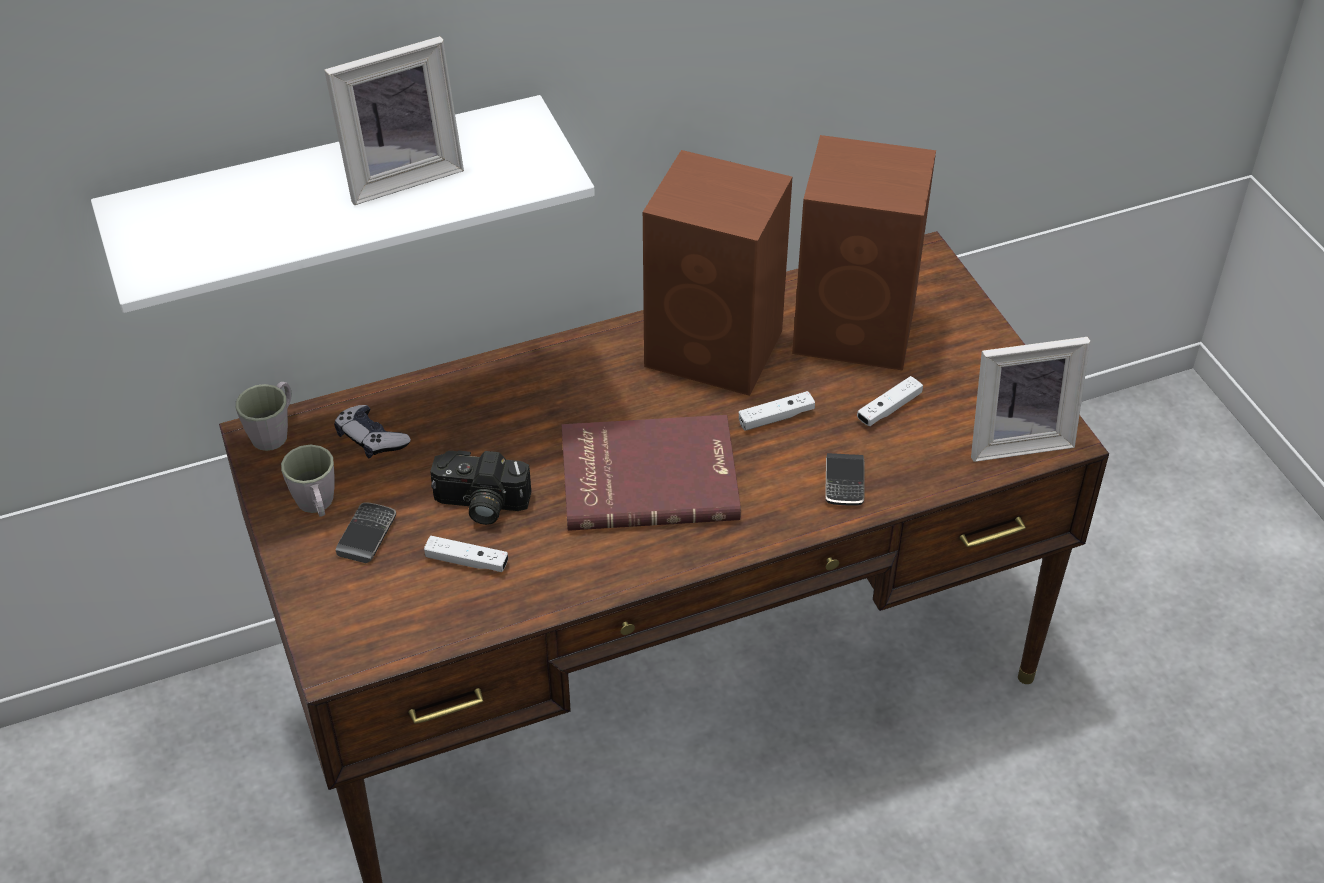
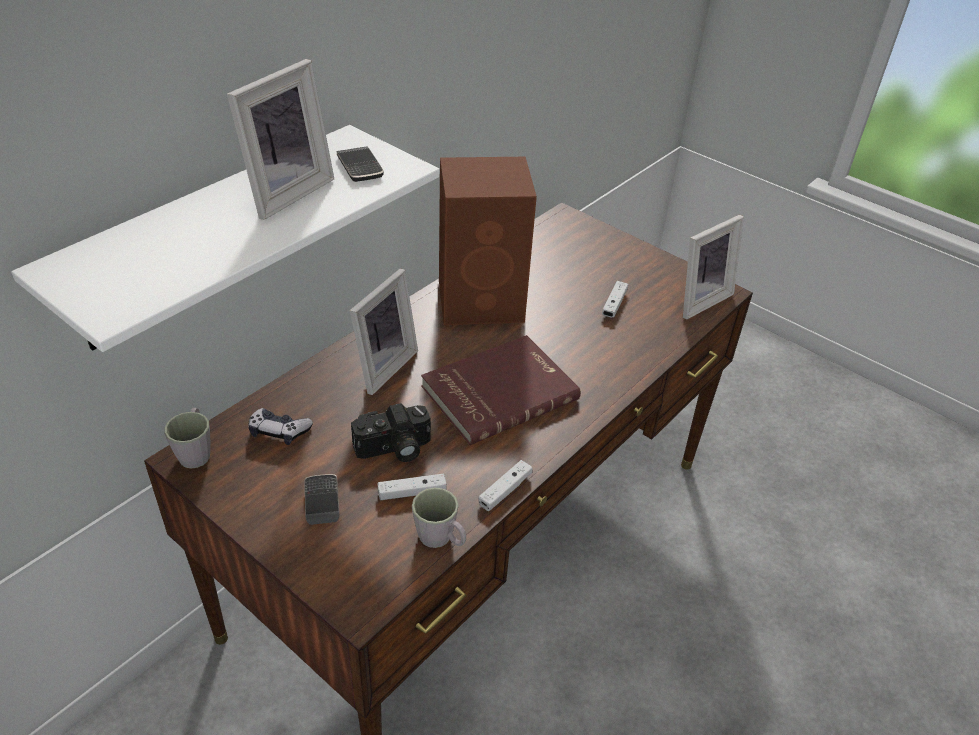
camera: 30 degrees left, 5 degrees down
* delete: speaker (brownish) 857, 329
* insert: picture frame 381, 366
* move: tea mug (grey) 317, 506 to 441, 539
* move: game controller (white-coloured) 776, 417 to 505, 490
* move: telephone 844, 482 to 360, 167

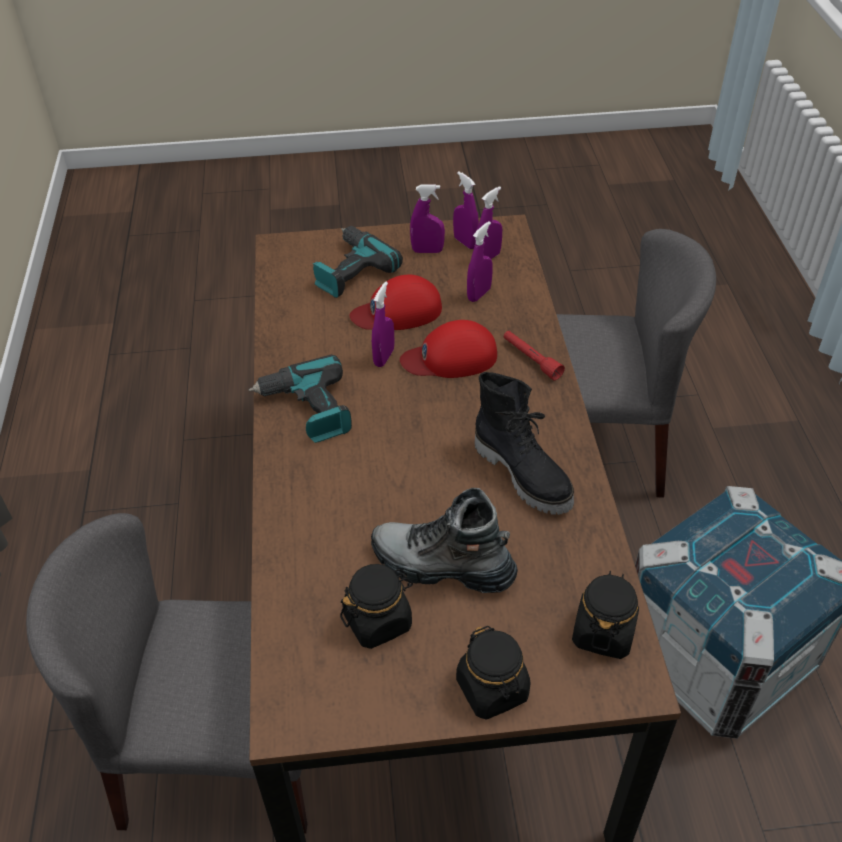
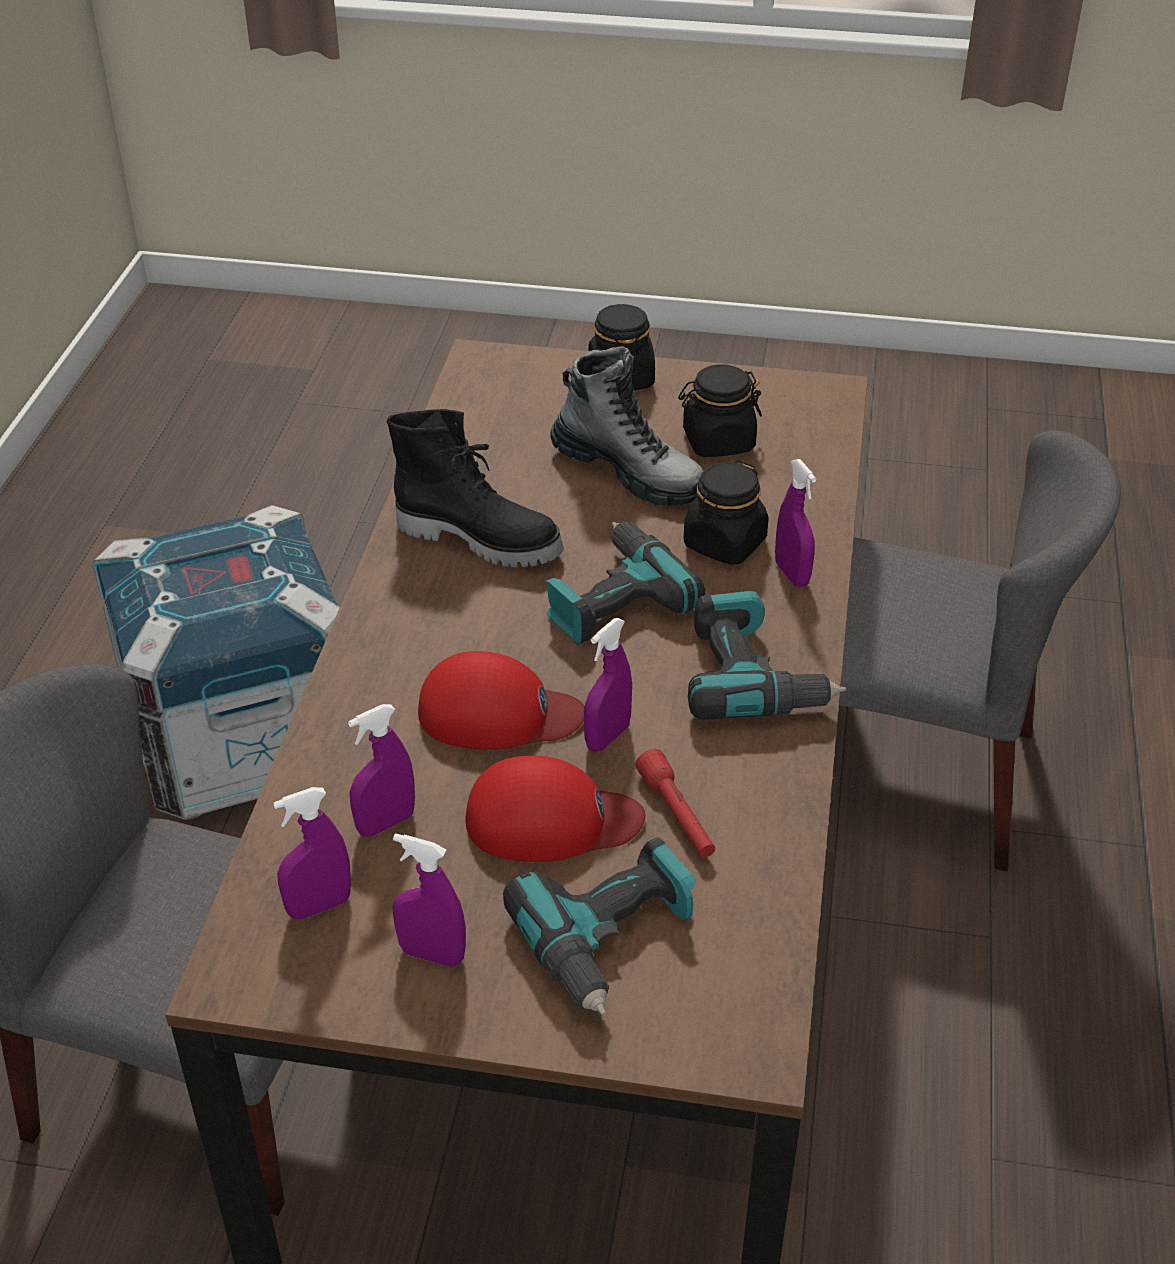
camera: 165 degrees left, 5 degrees down
* insert: drill 612, 598
* move: hand sprayer (purple-coloured) 465, 242 to 792, 574
* move: flashlight (reddish) 531, 359 to 677, 815
* move: storage jar (blackish) 603, 632 to 724, 543
* rotate: high-top boot (blackish) 524, 474 = 480, 538 135 degrees clockwise

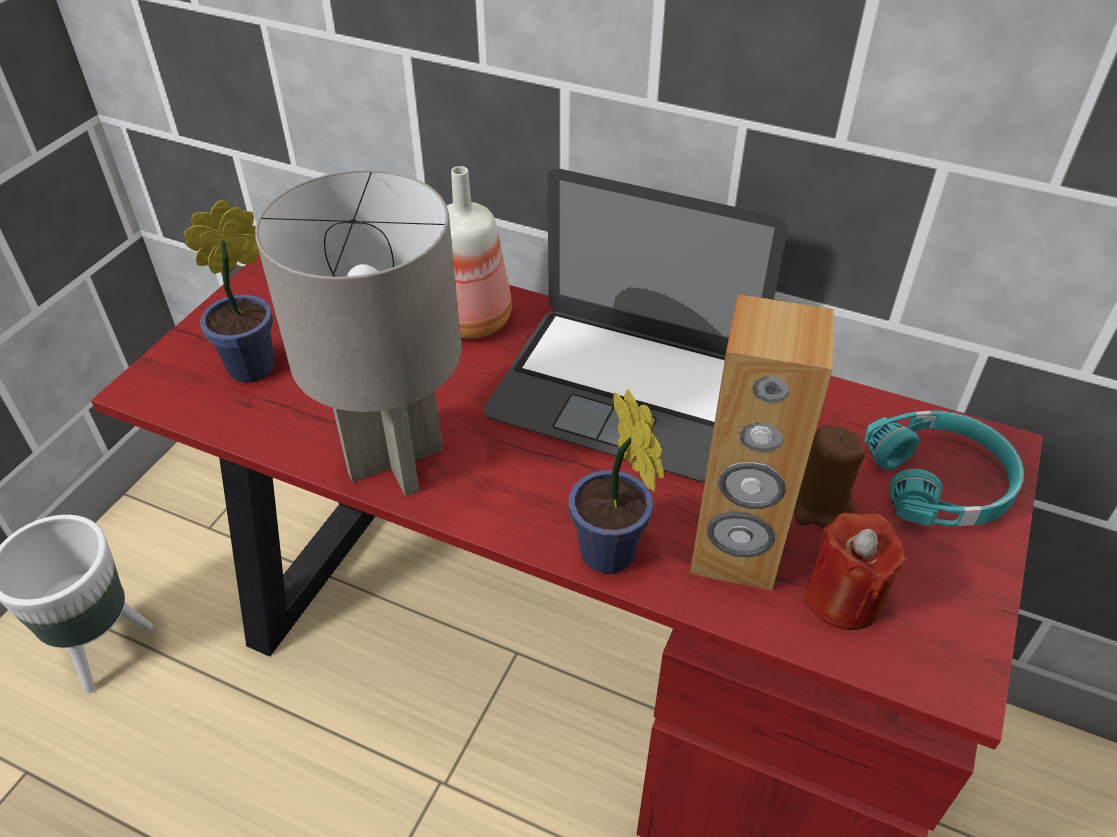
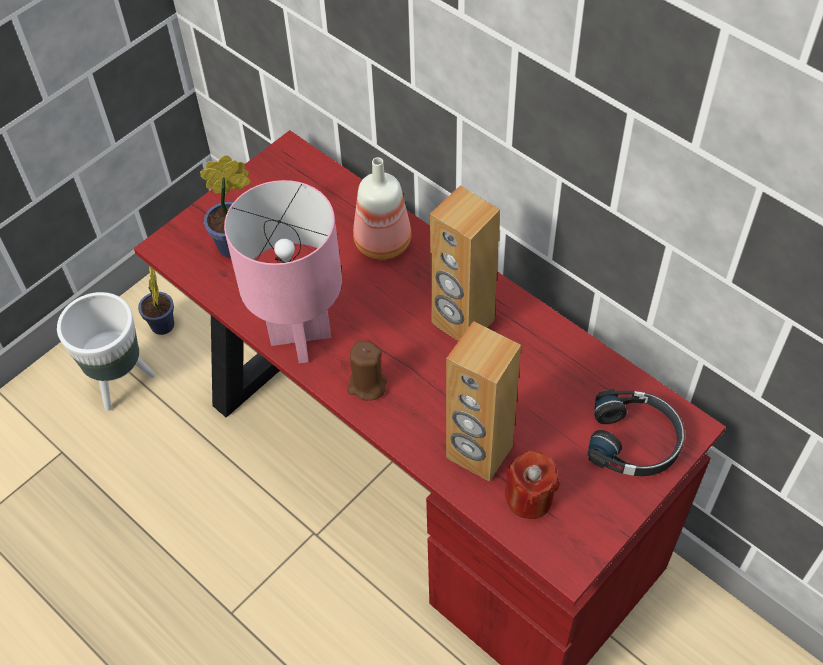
camera: 20 degrees right, 10 degrees up
* move: potted plant 611, 558 to 162, 328
* move: wax light (brownish) 819, 507 to 367, 385
* replace: portable computer 625, 390 to speaker (brownish) 462, 322
* recolor: tabletop lamp (grey) 396, 460 to tabletop lamp (pink-coloured) 301, 337
* recolor: headphones (turquoise) 941, 481 to headphones (blackish) 635, 441

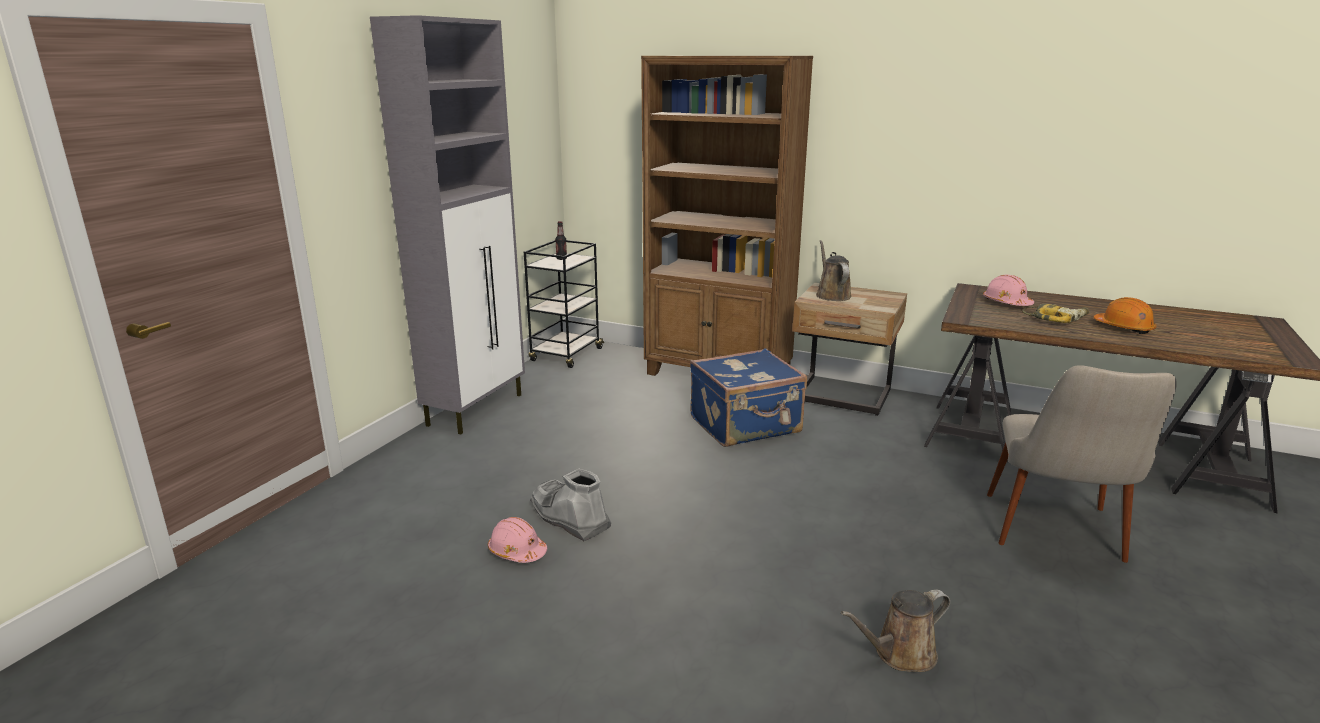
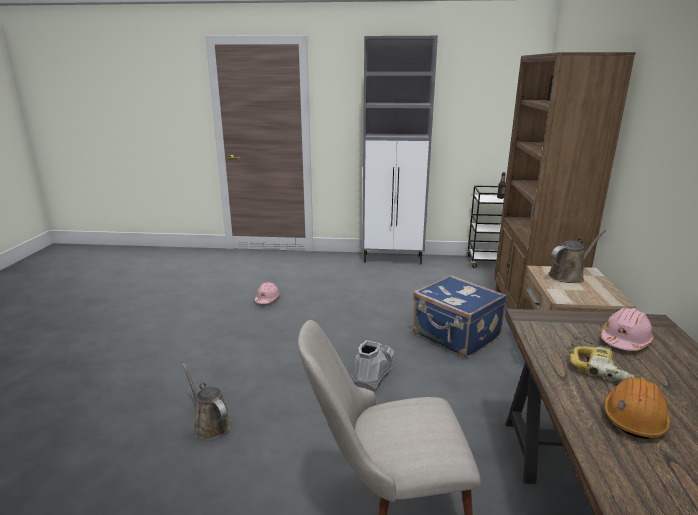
camera: 70 degrees right, 0 degrees up
* move: high-top boot (grey) 569, 518 to 373, 372

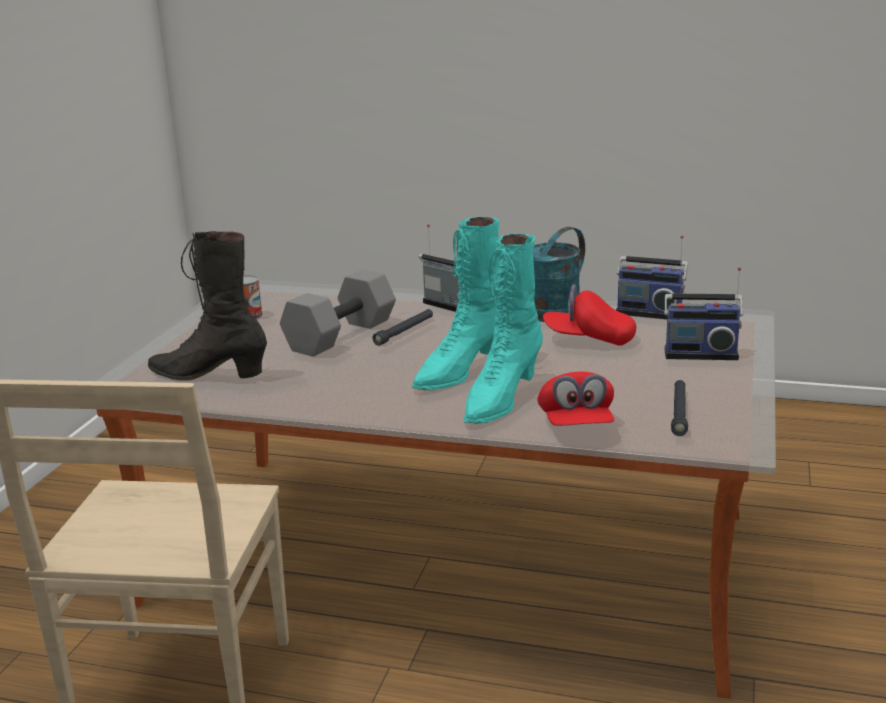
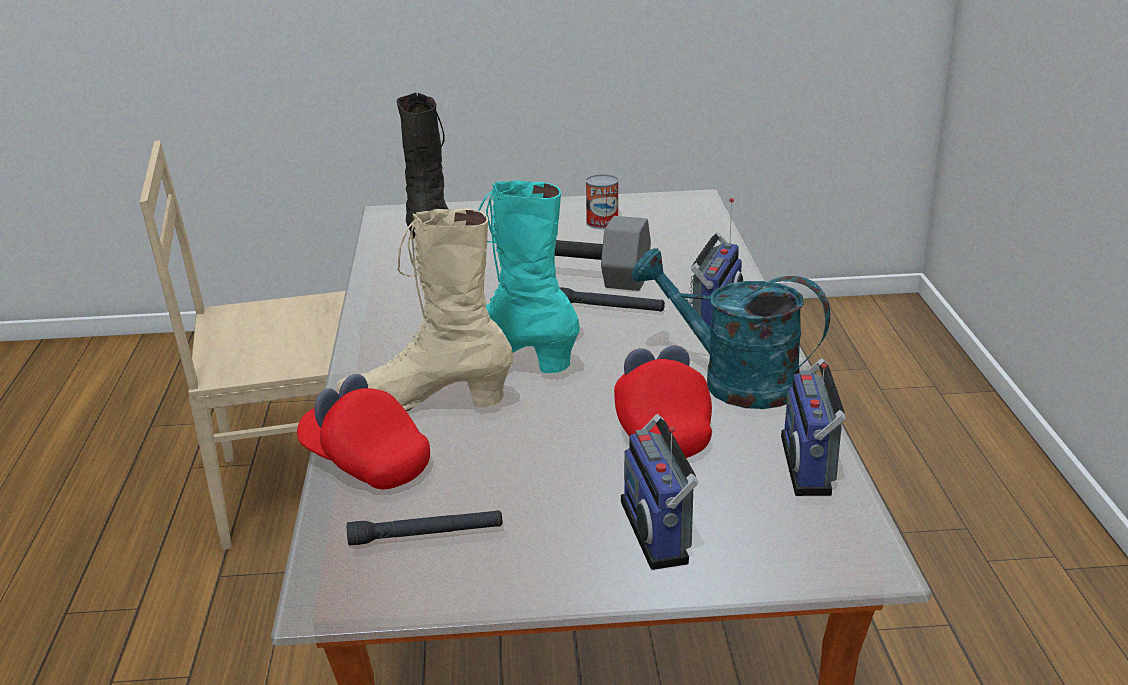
camera: 70 degrees right, 5 degrees up
* recolor: high-top boot (turquoise) 501, 399 to high-top boot (sand-coloured) 426, 403
* rotate: peaked cap (reddish) 576, 425 = 365, 463 60 degrees clockwise

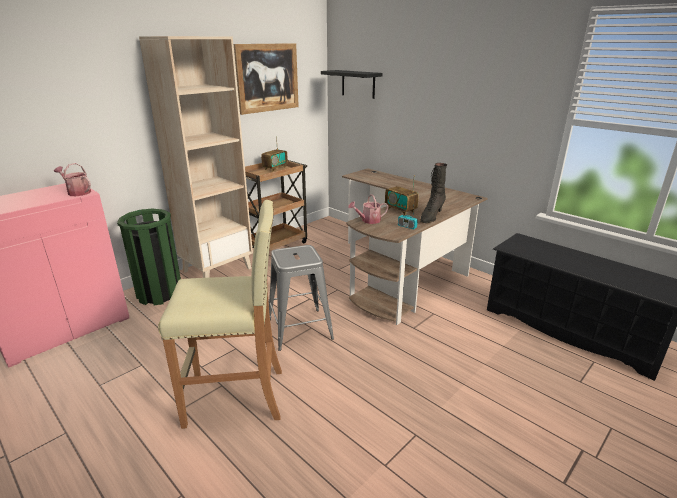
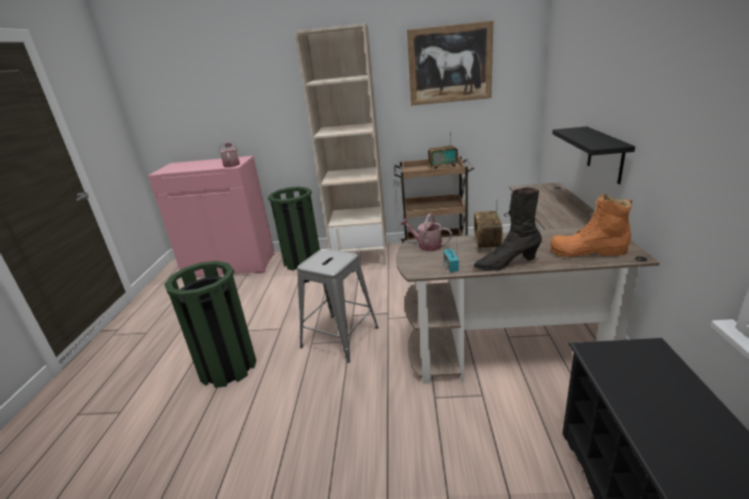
camera: 50 degrees right, 0 degrees up
* insert: high-top boot (orange) 588, 251
* move: wall shelf (blackish) 358, 84 to 606, 154
* replace: sitting stool (sand-coloured) 236, 397 to trash can (green) 228, 367

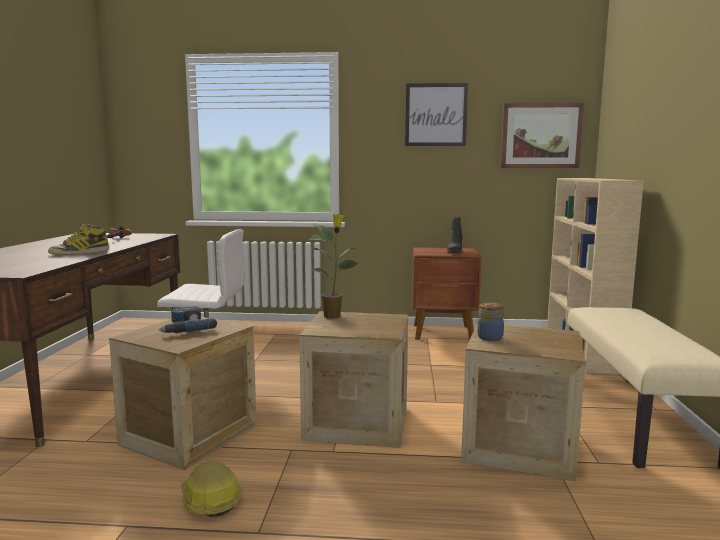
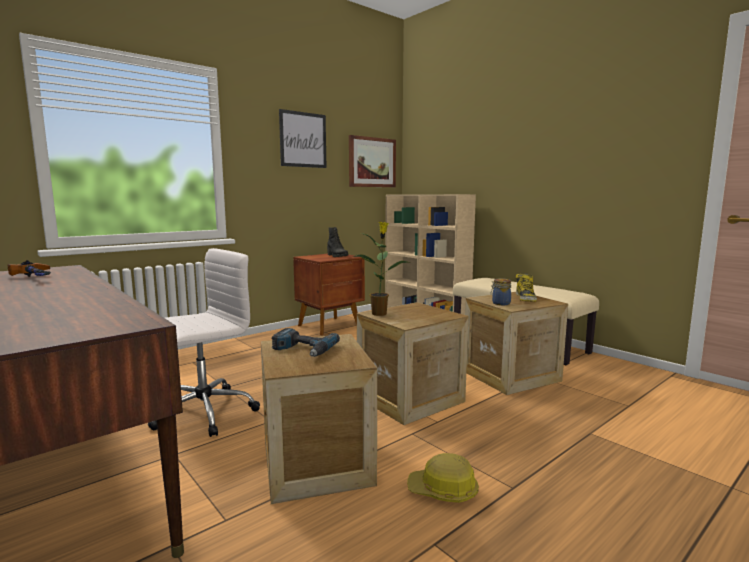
camera: 45 degrees left, 0 degrees up
* move: high-top boot 80, 253 to 525, 298

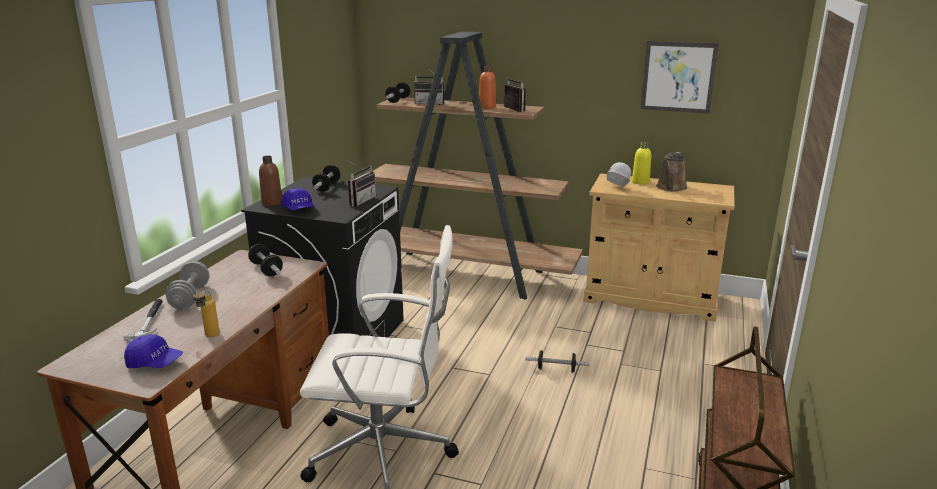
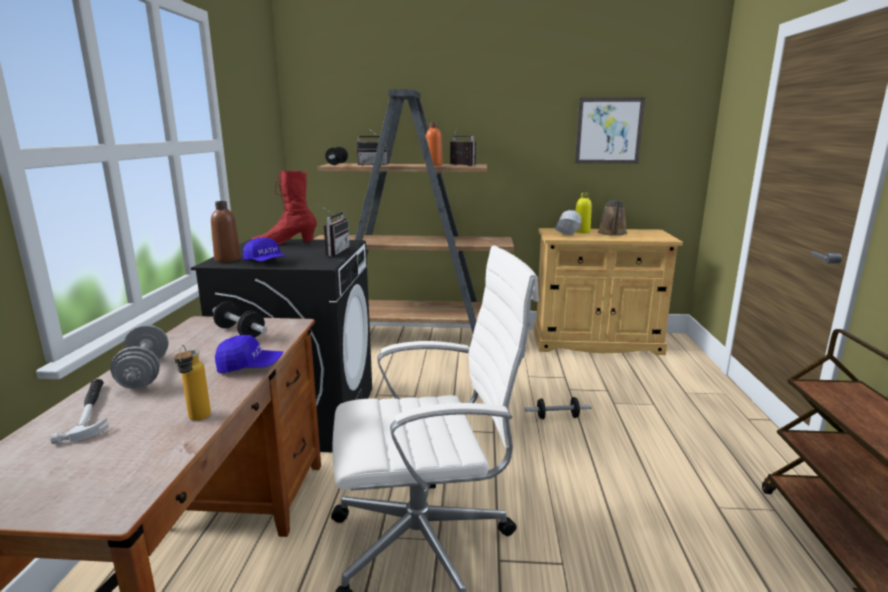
camera: 15 degrees left, 5 degrees down
* move: peaked cap (bluish) 155, 363 to 250, 367
* replace: dumbbell 327, 187 to high-top boot (reddish) 285, 244

